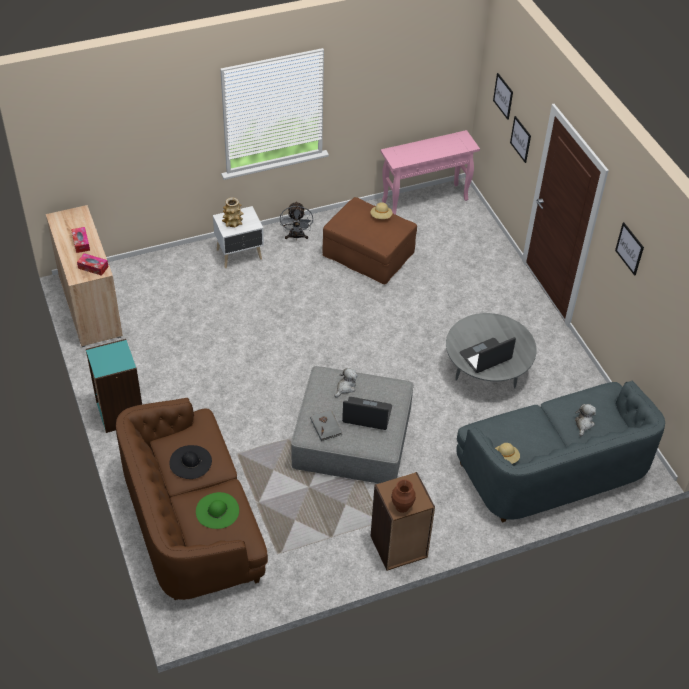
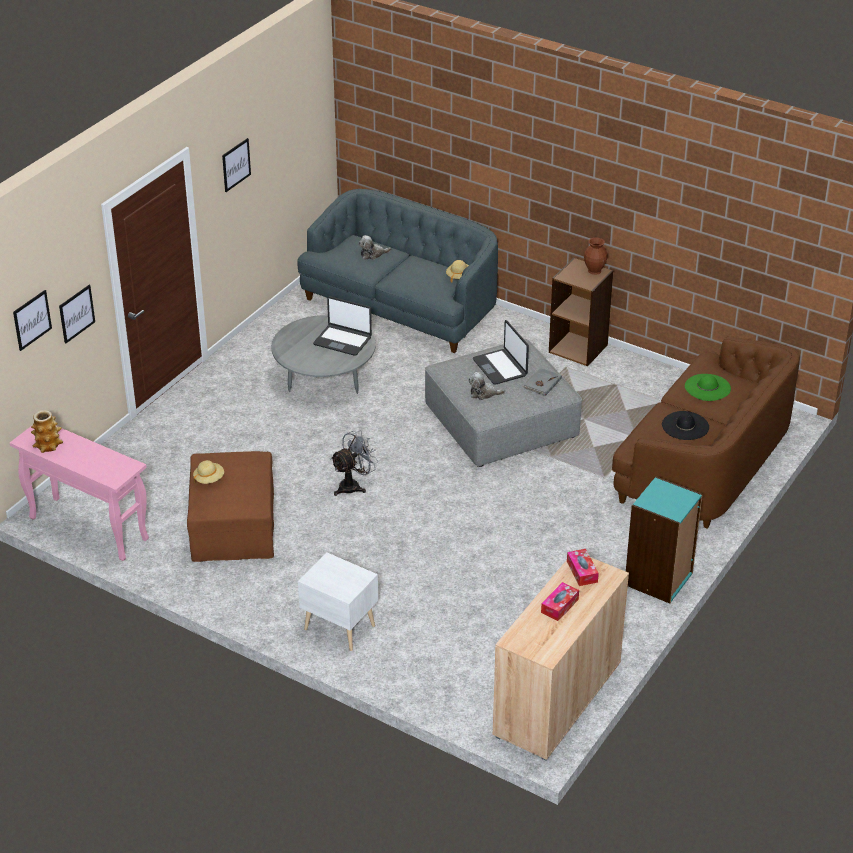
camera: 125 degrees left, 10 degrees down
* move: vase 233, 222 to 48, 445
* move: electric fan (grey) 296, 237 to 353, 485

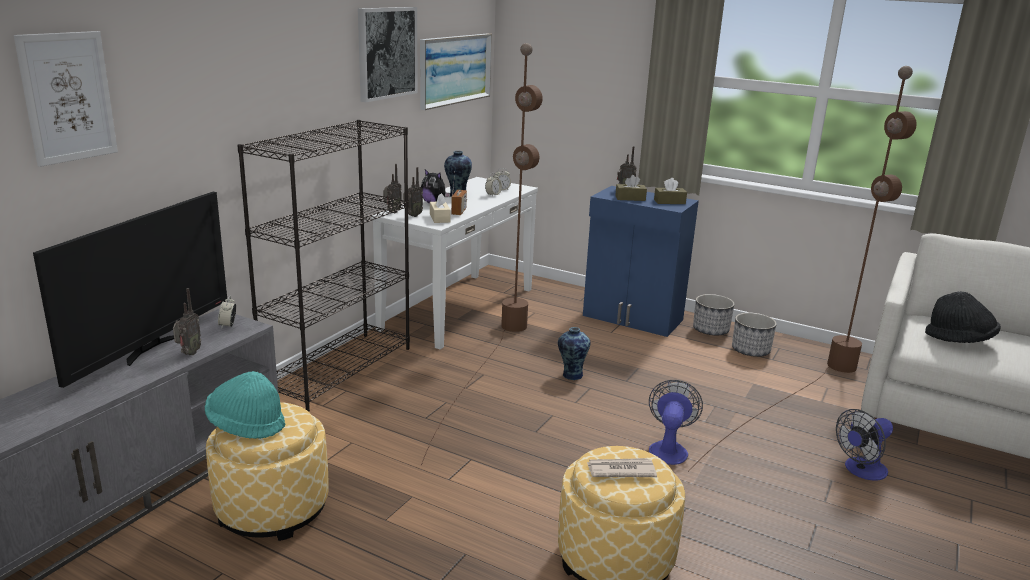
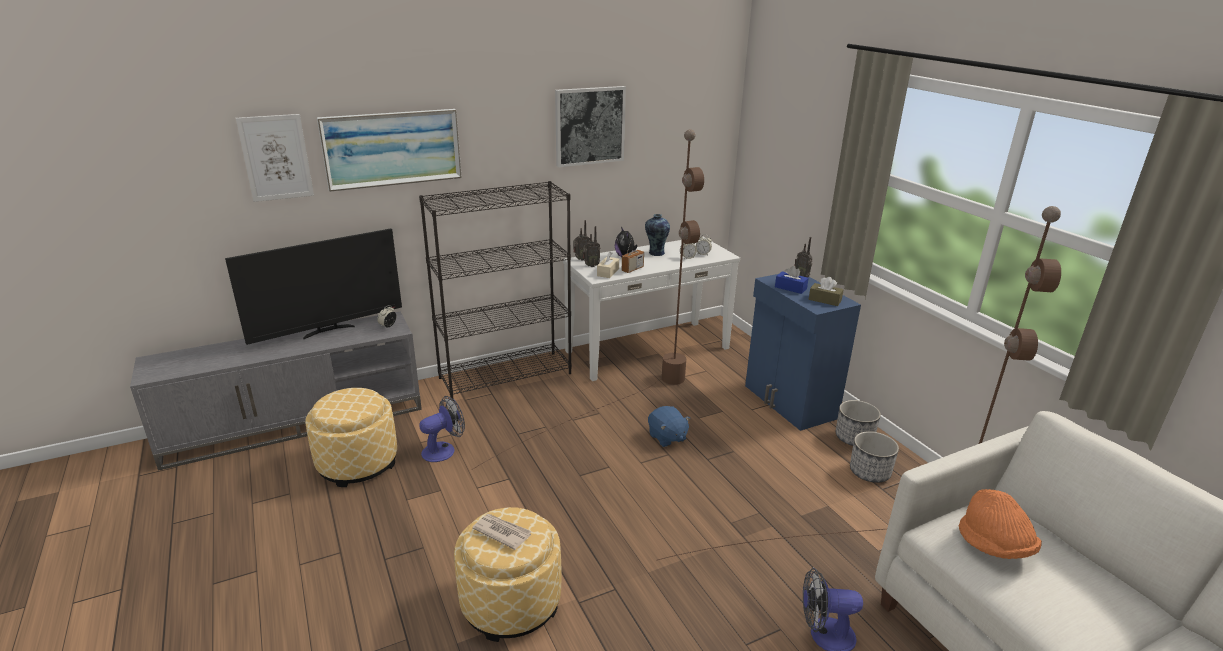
camera: 35 degrees right, 5 degrees up
* delete: radio set 188, 354
* delete: hat (turquoise) 246, 425
* move: picture 455, 69 to 392, 148
* move: electric fan 668, 449 to 443, 449
* replace: vase 571, 375 to soft toy (bluish) 667, 437
* recolor: tissue holder (brownish) 630, 198 to tissue holder (bluish) 790, 288
* recolor: hat (blackish) 959, 340 to hat (orange) 994, 546

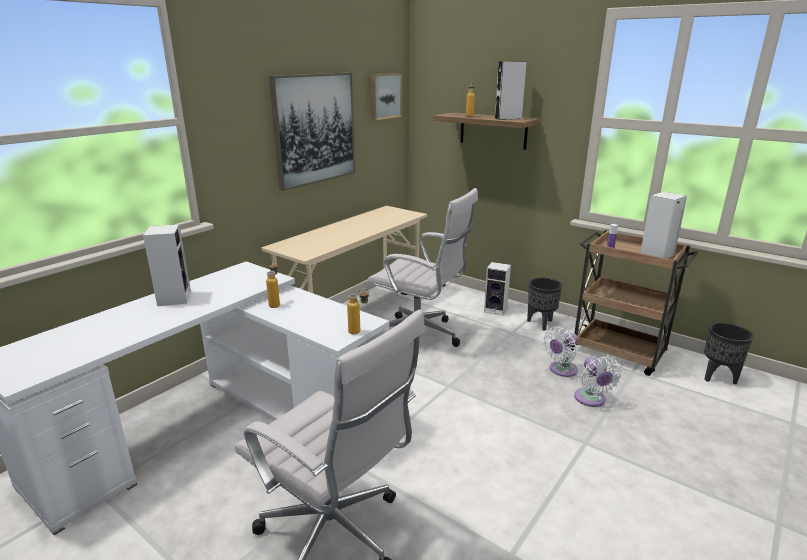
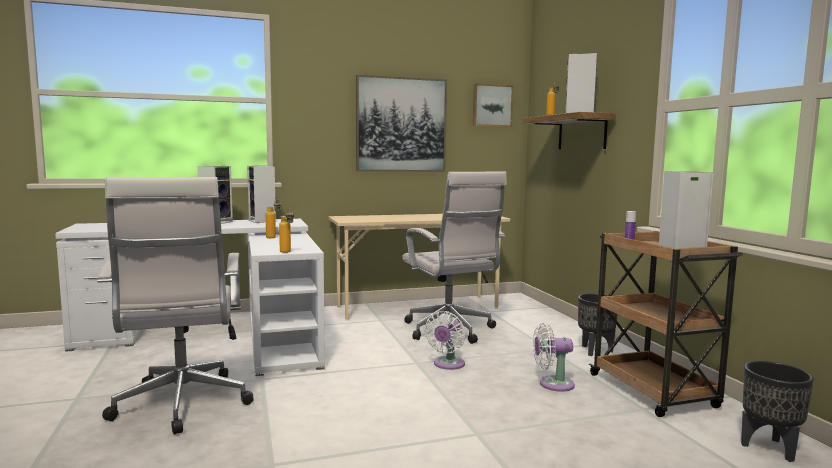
camera: 35 degrees right, 15 degrees down
* move: speaker 496, 310 to 263, 221
* move: electric fan (white-coloured) 591, 400 to 447, 365

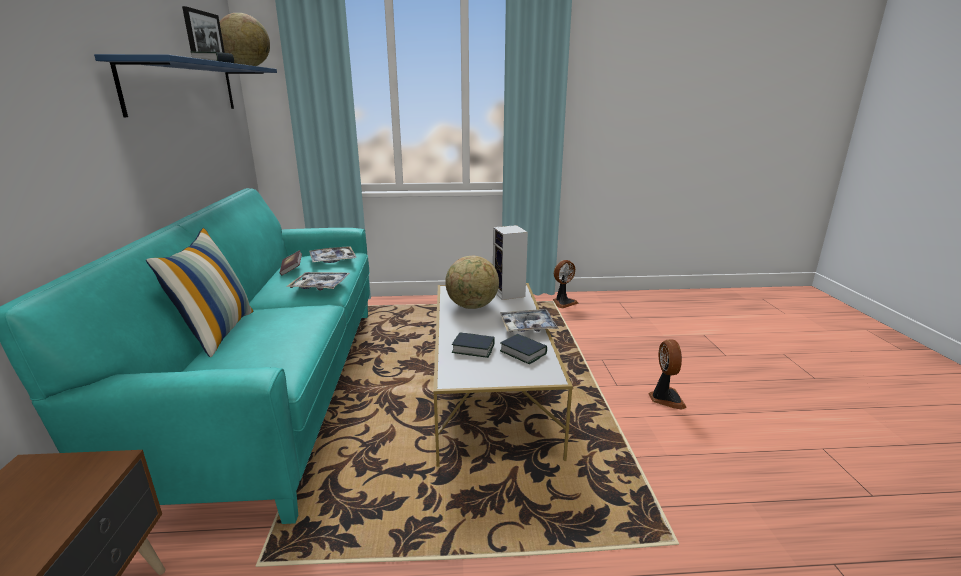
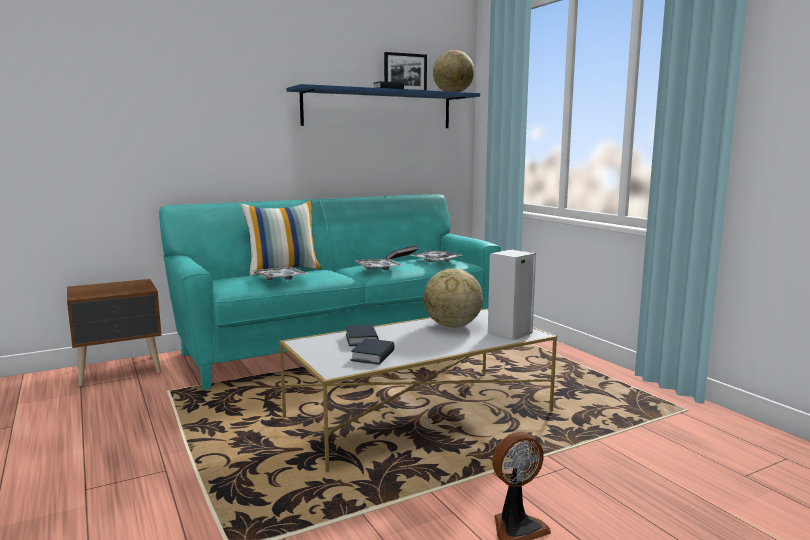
camera: 65 degrees right, 10 degrees down
* delete: electric fan 563, 302
* move: carrying tray 527, 326 to 280, 279

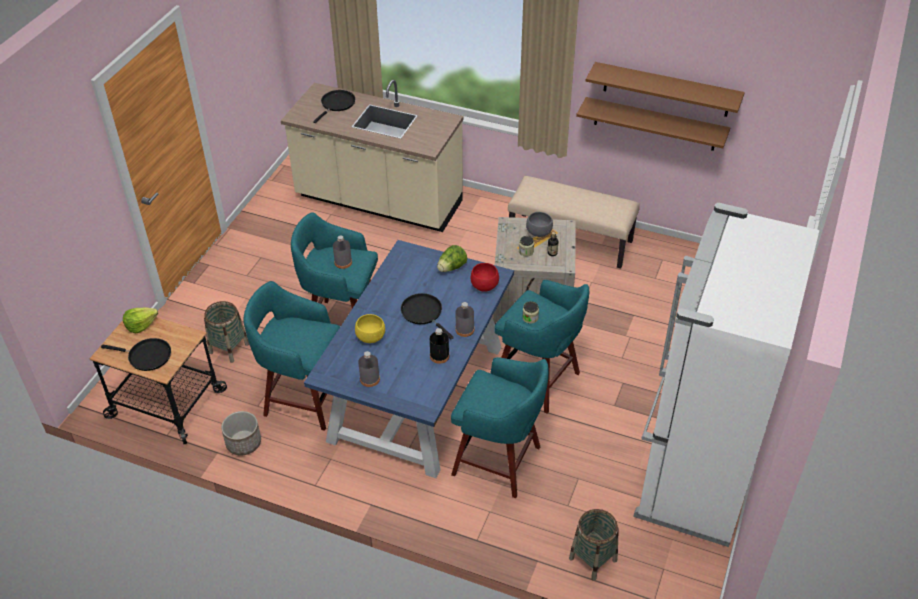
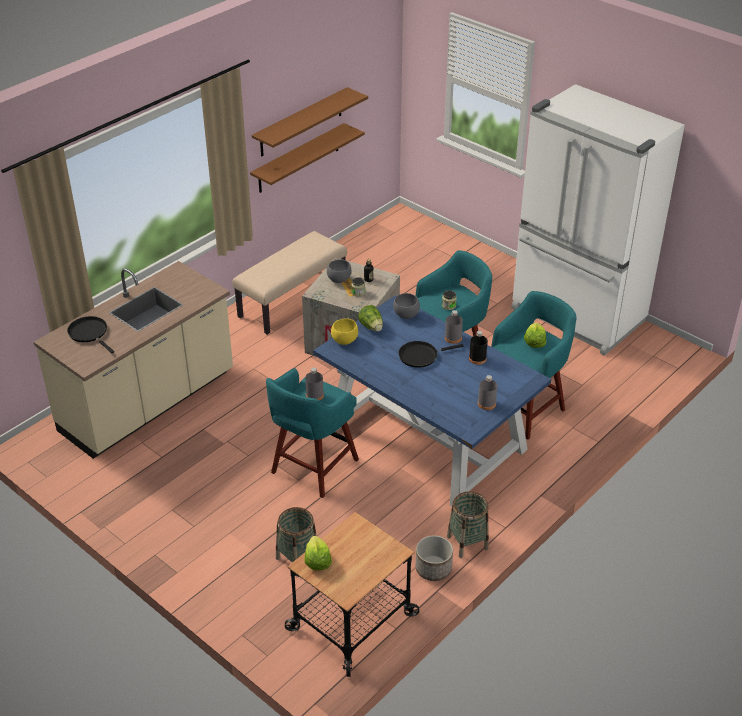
camera: 70 degrees left, 5 degrees down
* delete: skillet (blackish) 147, 356
* delete: sitting stool (turquoise) 303, 398
* insert: head of lettuce 534, 342
* move: bowl (yellowish) 371, 337 to 344, 340
* move: storage basket 593, 559 to 467, 542
* recolor: bowl (reddish) 484, 286 to bowl (grey) 406, 315

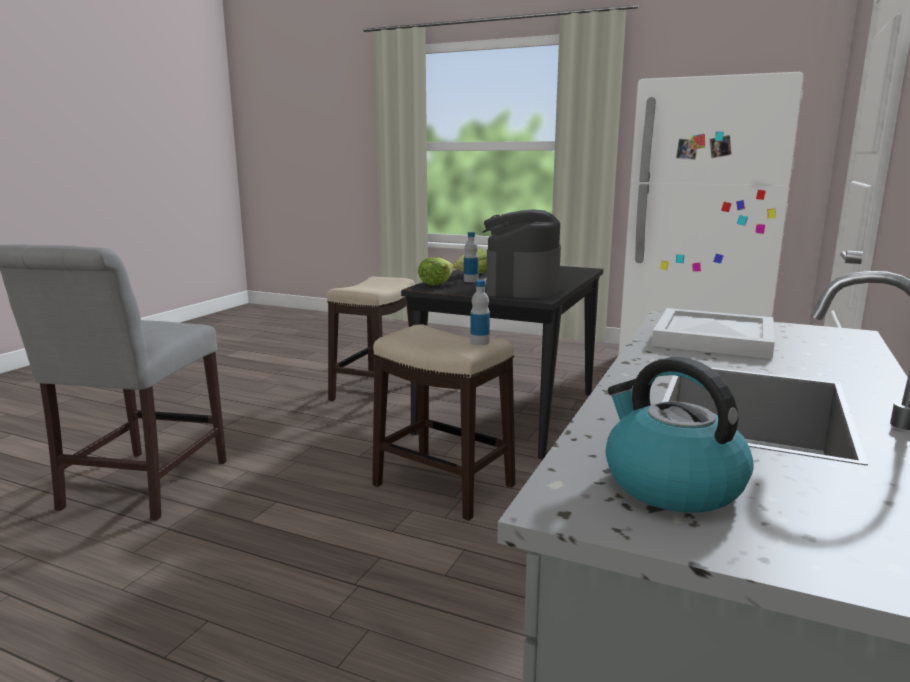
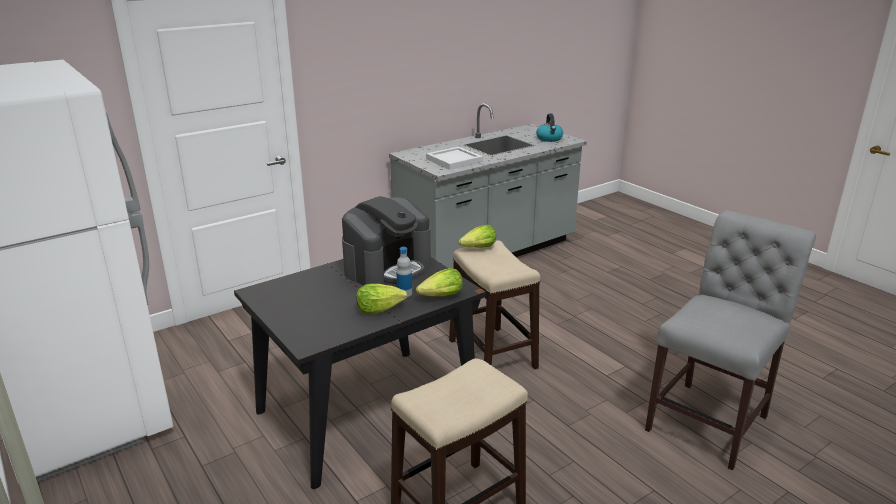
camera: 150 degrees left, 10 degrees up
* replace: beverage bottle 479, 342 to head of lettuce 479, 248

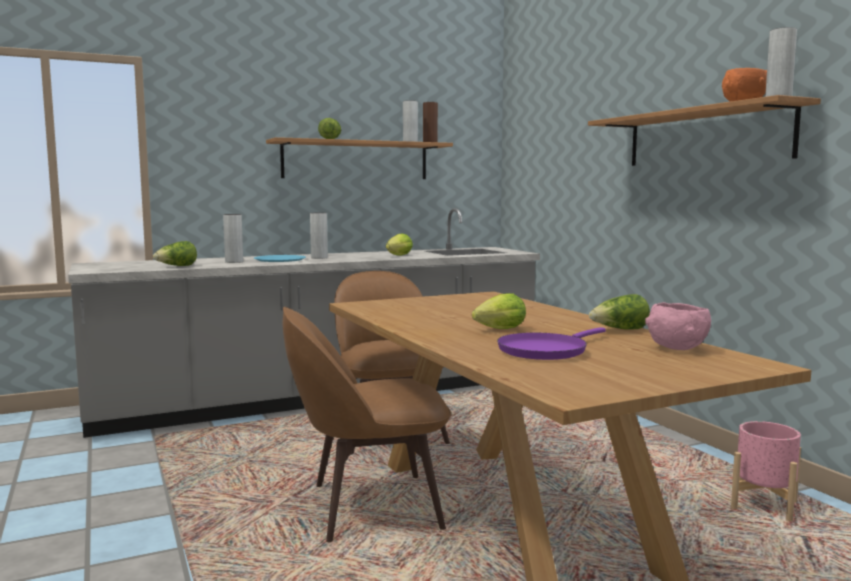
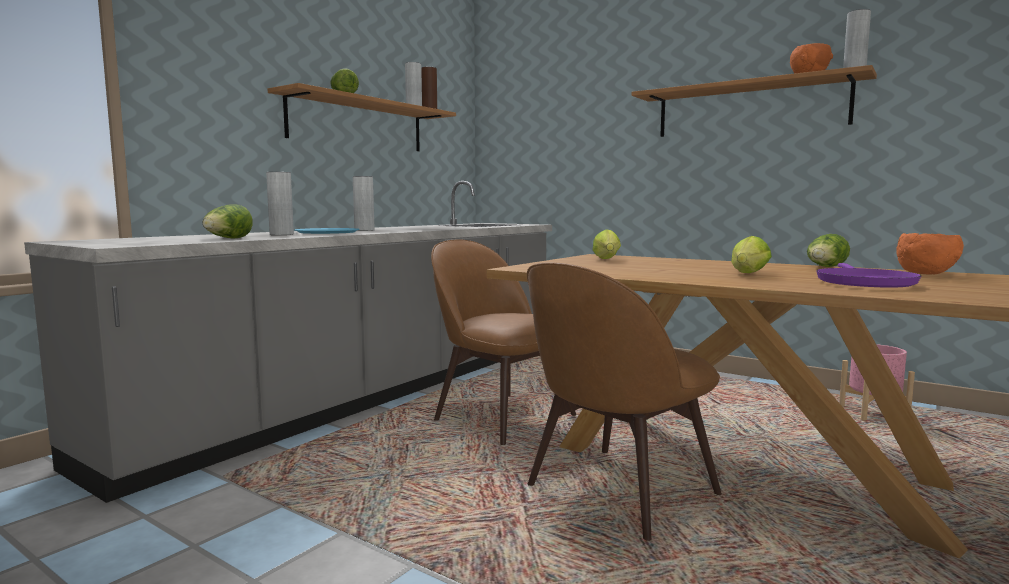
camera: 30 degrees left, 0 degrees up
* move: head of lettuce 398, 256 to 607, 259
* recolor: bowl (pink-coloured) 677, 348 to bowl (orange) 926, 274

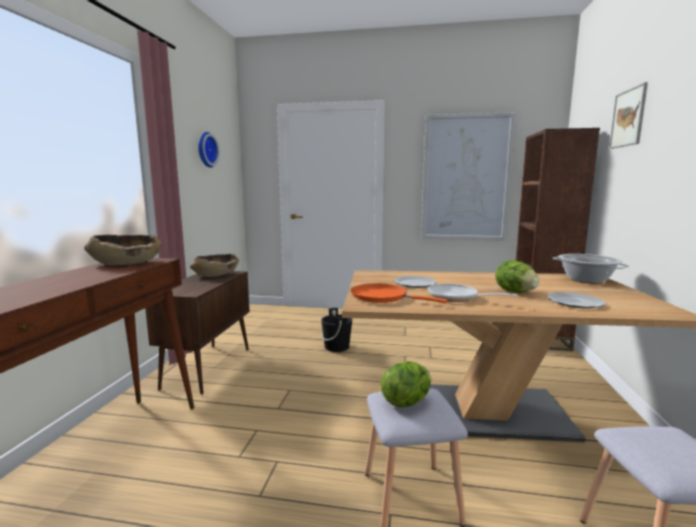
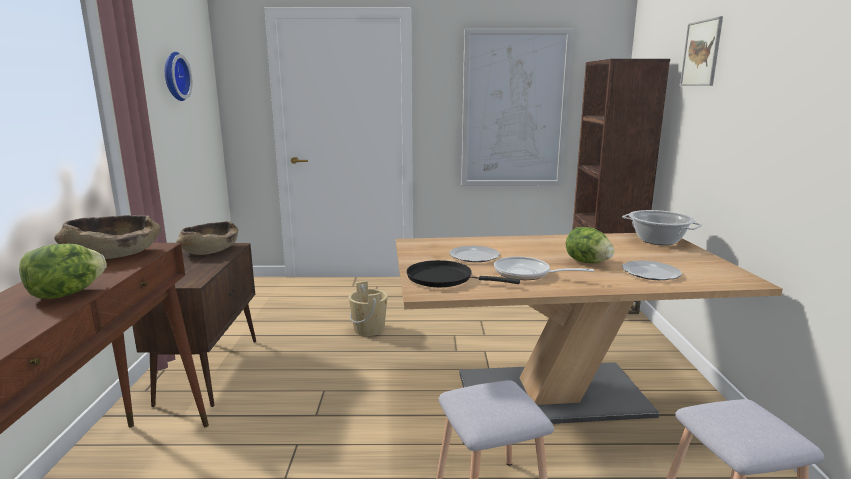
camera: 10 degrees left, 5 degrees up
* move: head of lettuce 406, 401 to 66, 294
* recolor: water bucket (blackish) 337, 347 to water bucket (sand-coloured) 369, 329
* recolor: skillet (orange) 383, 297 to skillet (blackish) 444, 278

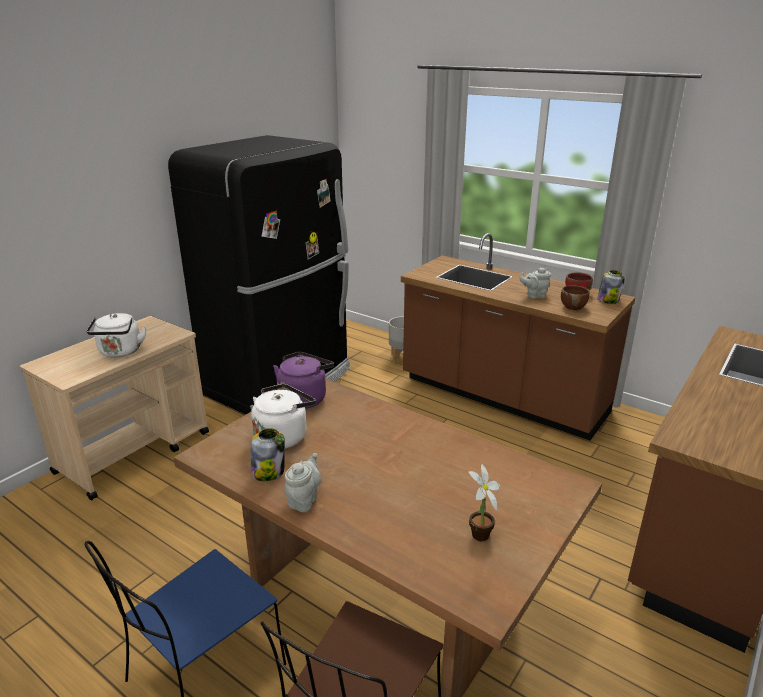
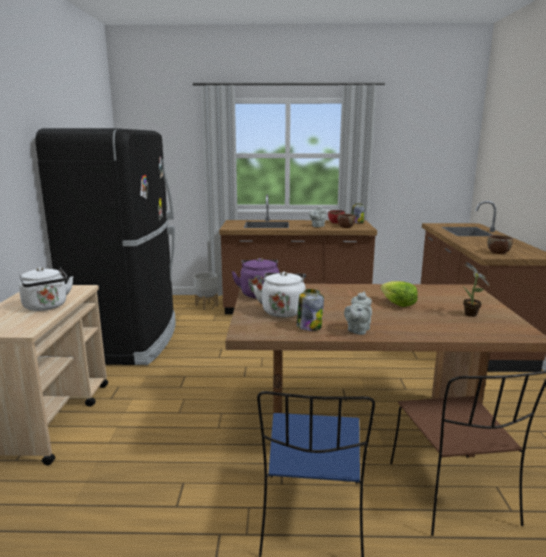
camera: 35 degrees left, 10 degrees down
* insert: head of lettuce 398, 304
* insert: bowl (brownish) 498, 252
* rotate: tea pot (grey) 304, 500 = 357, 330 135 degrees counterclockwise

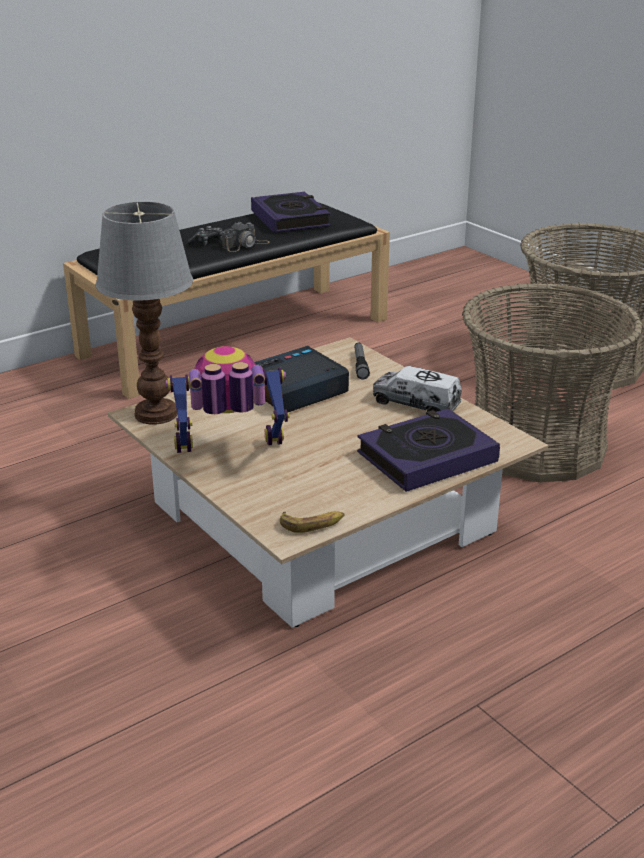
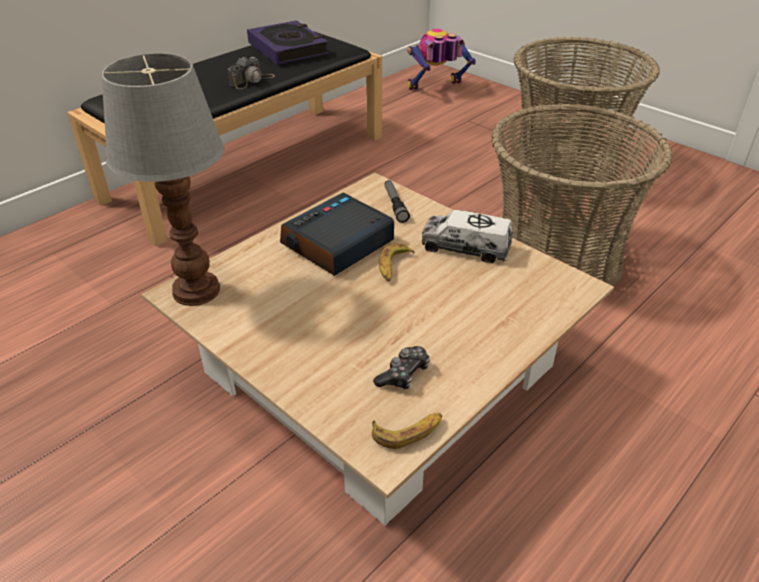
camera: 10 degrees left, 10 degrees up
* delete: bound book 426, 457
* insert: banana fruit 393, 266
* move: toy robot 230, 454 to 437, 89
* move: game controller 207, 242 to 403, 374

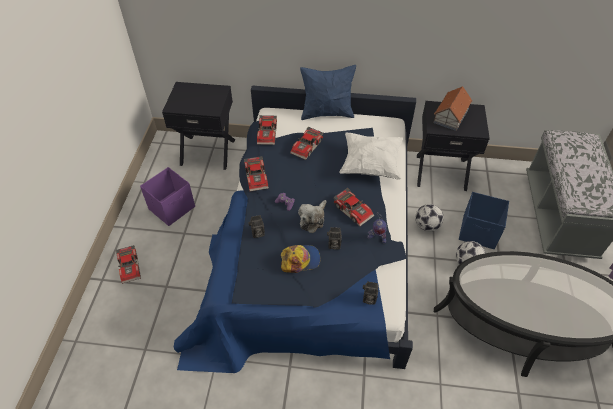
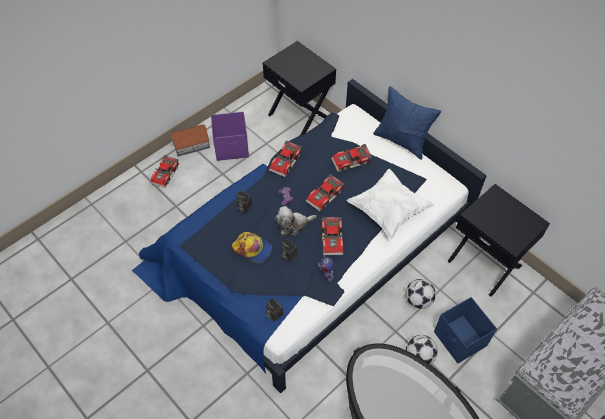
camera: 40 degrees right, 5 degrees up
* move: miniature car 268, 133 to 326, 196
* move: toy house 451, 116 to 191, 144

